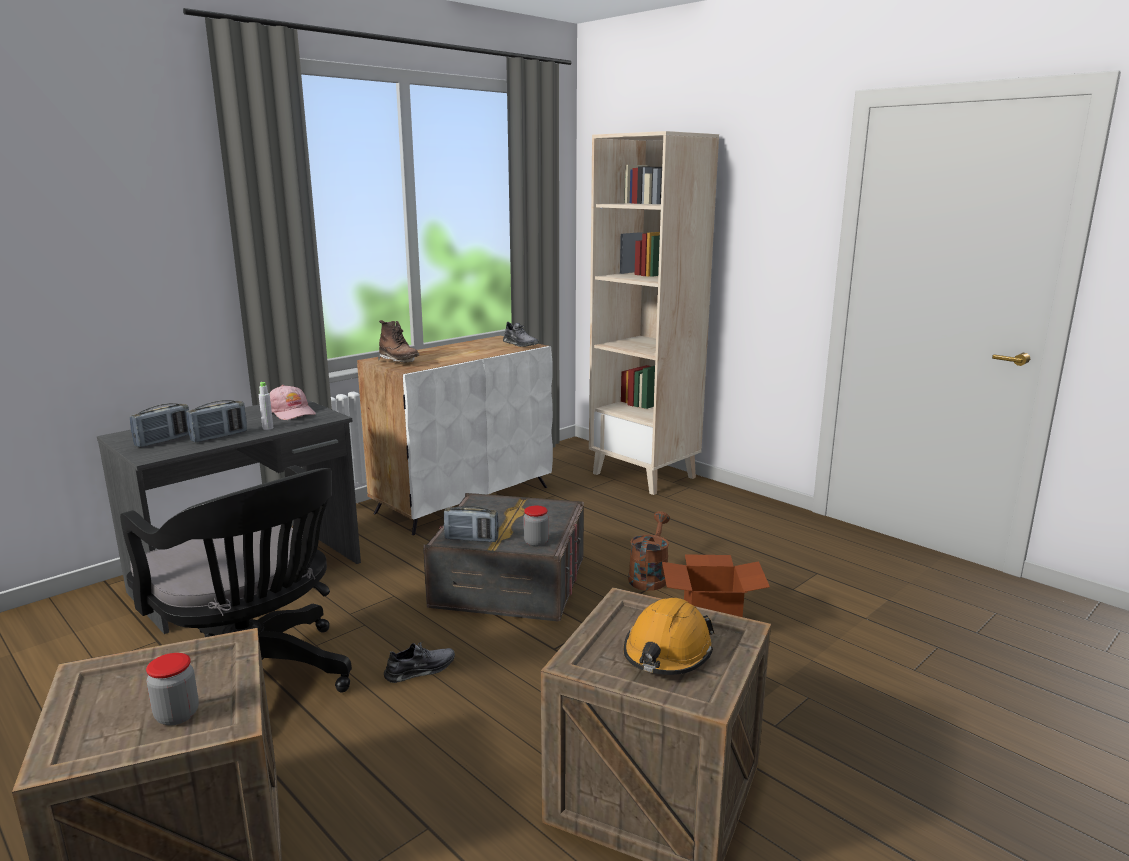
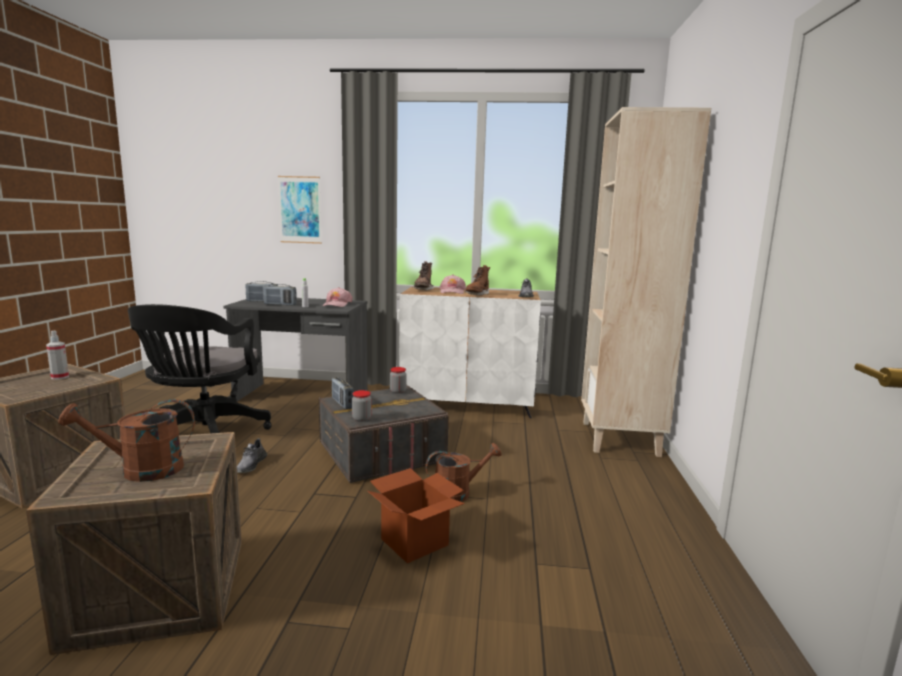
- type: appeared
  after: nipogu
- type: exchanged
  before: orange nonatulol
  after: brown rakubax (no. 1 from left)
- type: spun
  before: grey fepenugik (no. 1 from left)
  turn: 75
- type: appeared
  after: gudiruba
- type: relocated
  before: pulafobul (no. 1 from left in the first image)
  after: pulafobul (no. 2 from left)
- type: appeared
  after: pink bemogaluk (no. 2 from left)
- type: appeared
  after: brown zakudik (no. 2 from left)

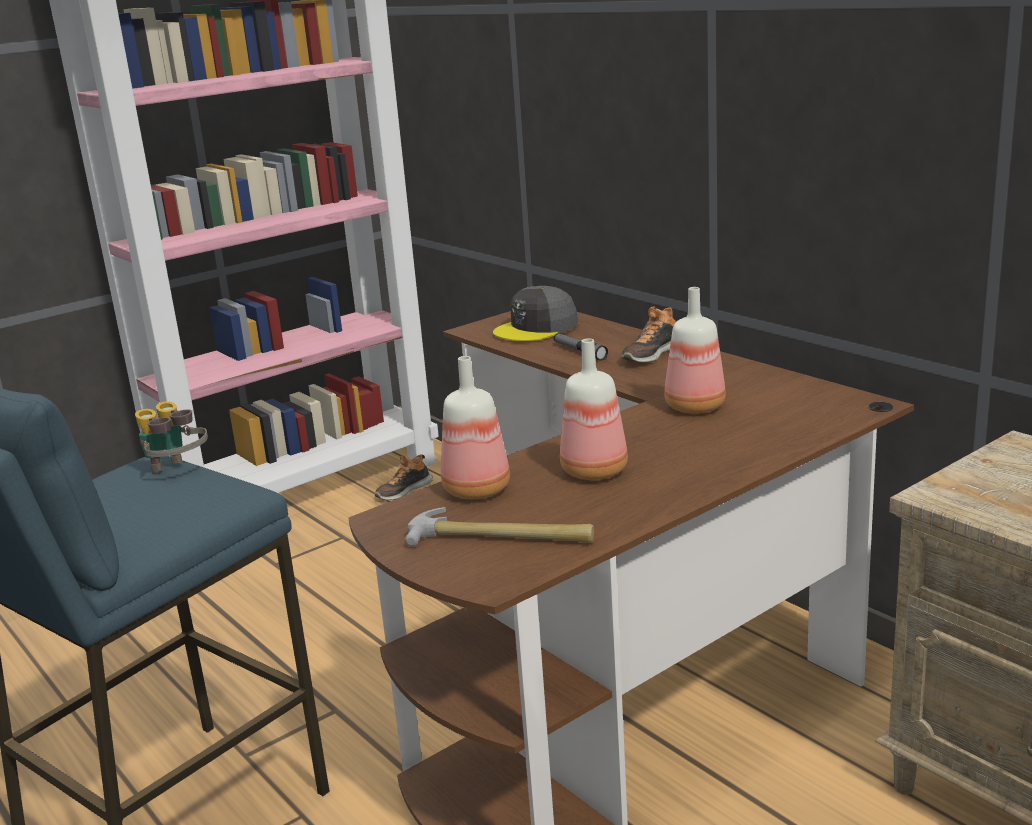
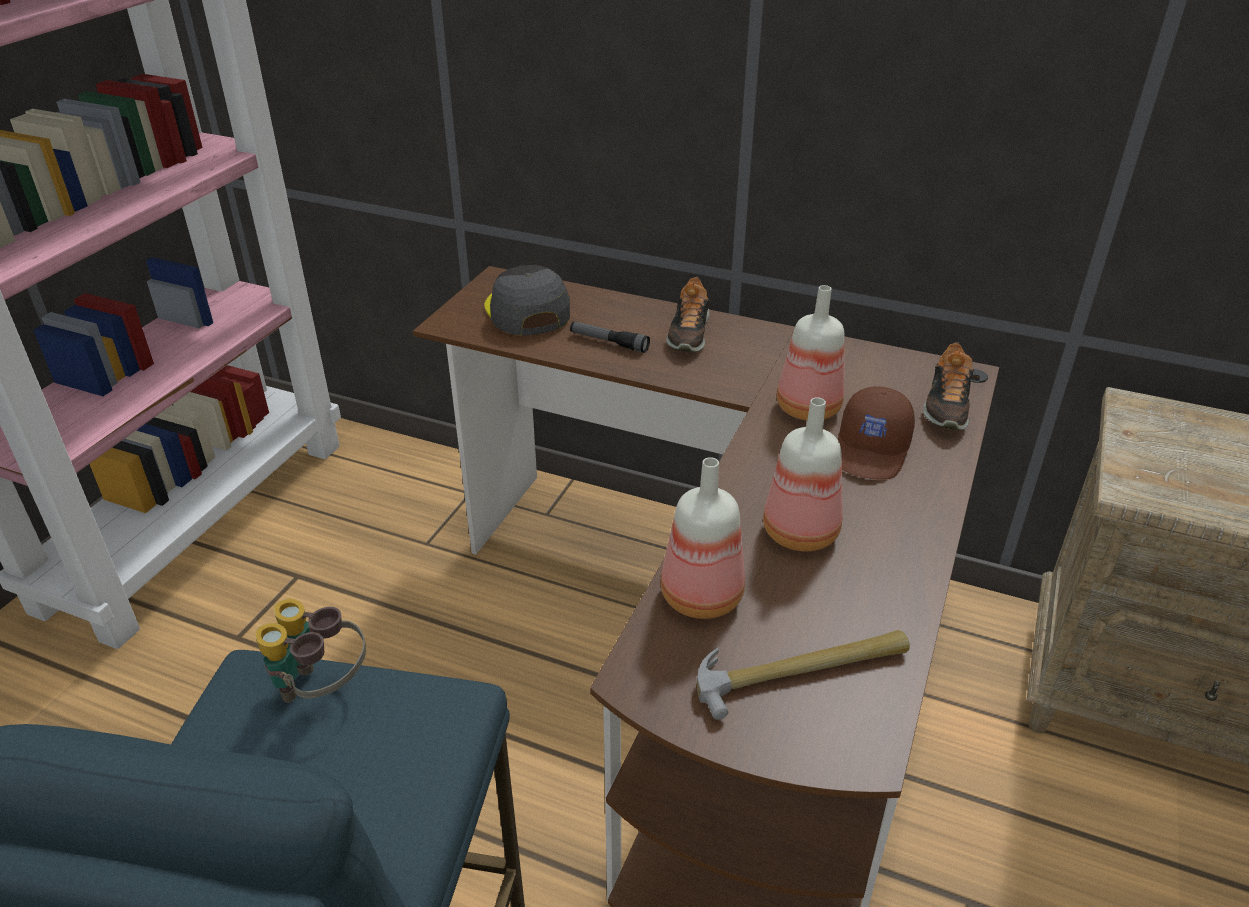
- type: spun
  before: grey bemogaluk
  turn: 135
- type: appeared
  after: brown bemogaluk
- type: relocated
  before: fepenugik (no. 1 from left in the first image)
  after: fepenugik (no. 2 from left)

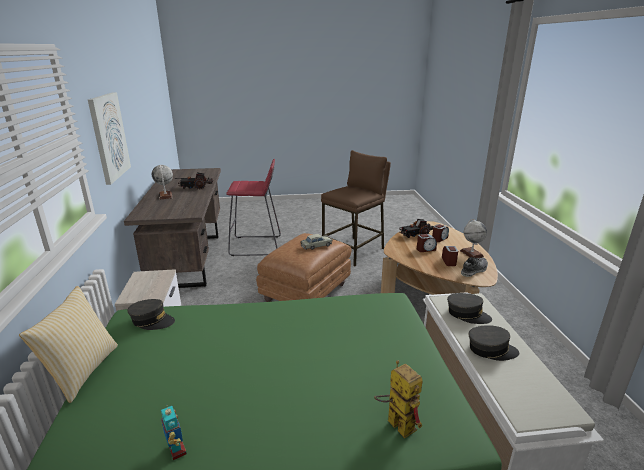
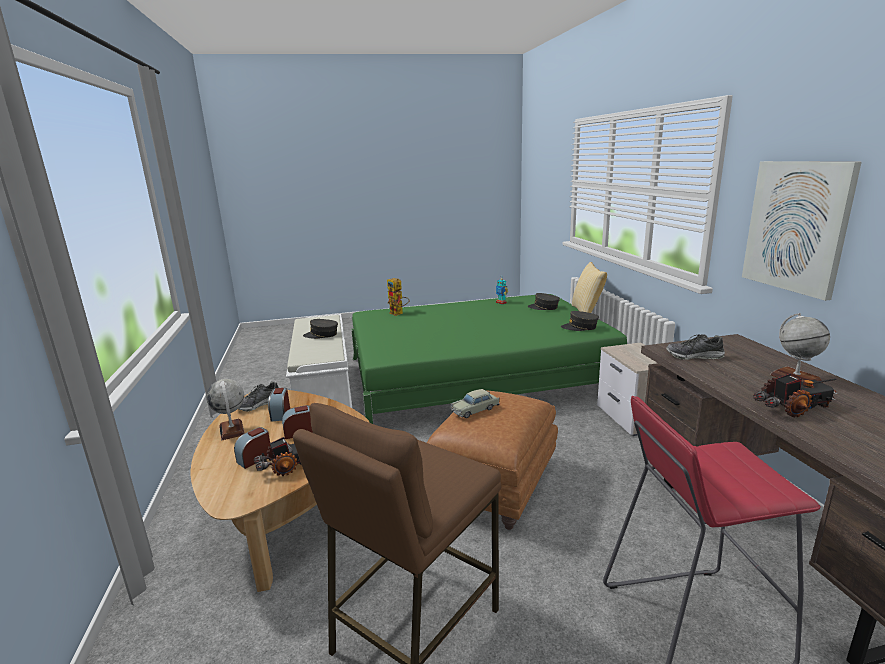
- type: relocated
  before: grey bemogaluk (no. 2 from left)
- type: appeared
  after: fepenugik (no. 2 from left)

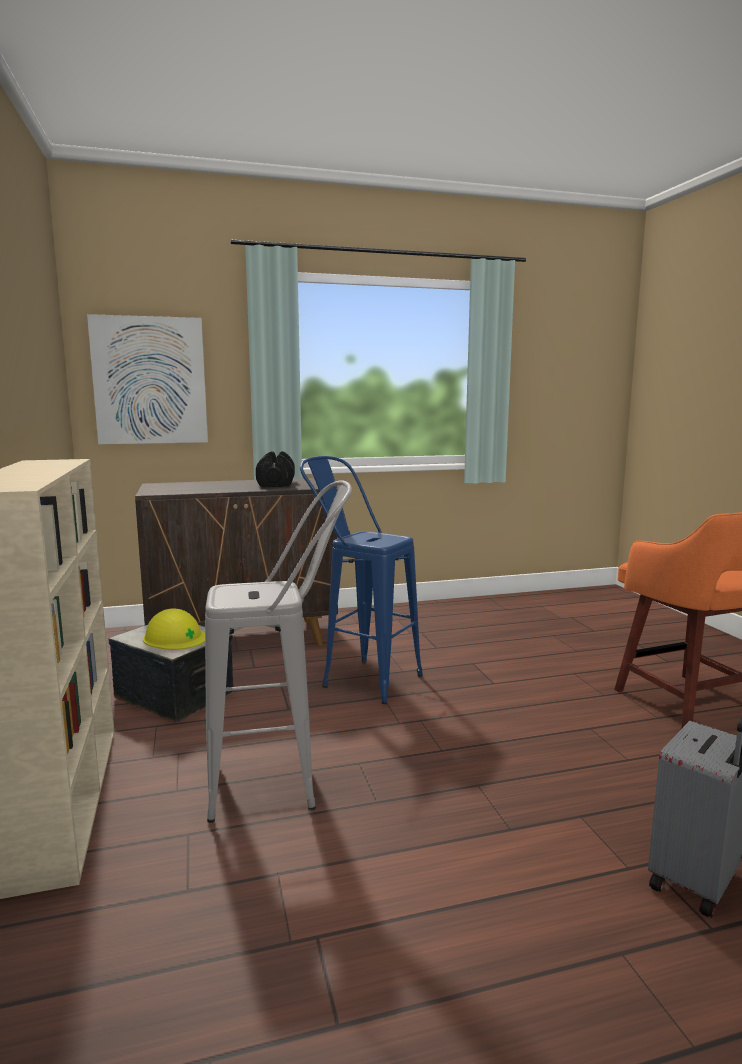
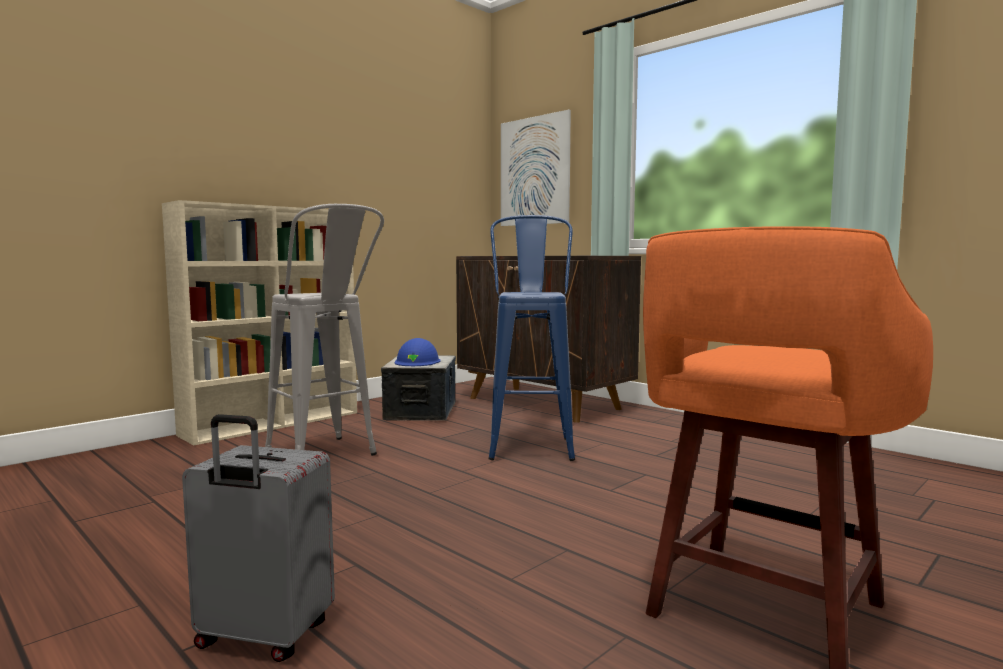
- type: colour
  before: yellow nonatulol
  after: blue nonatulol
- type: missing
  before: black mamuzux

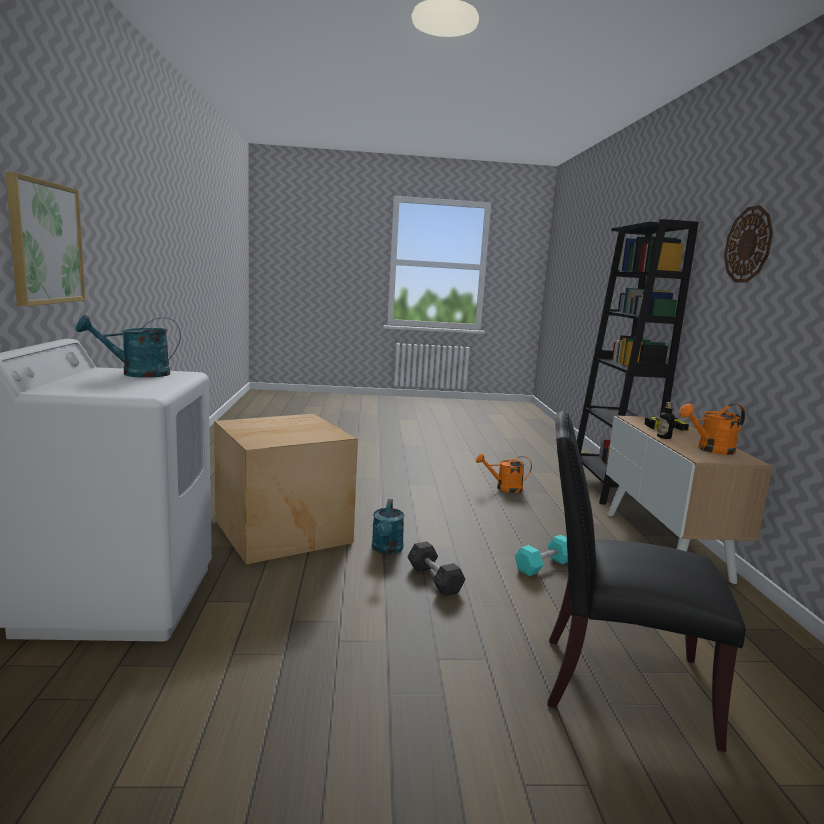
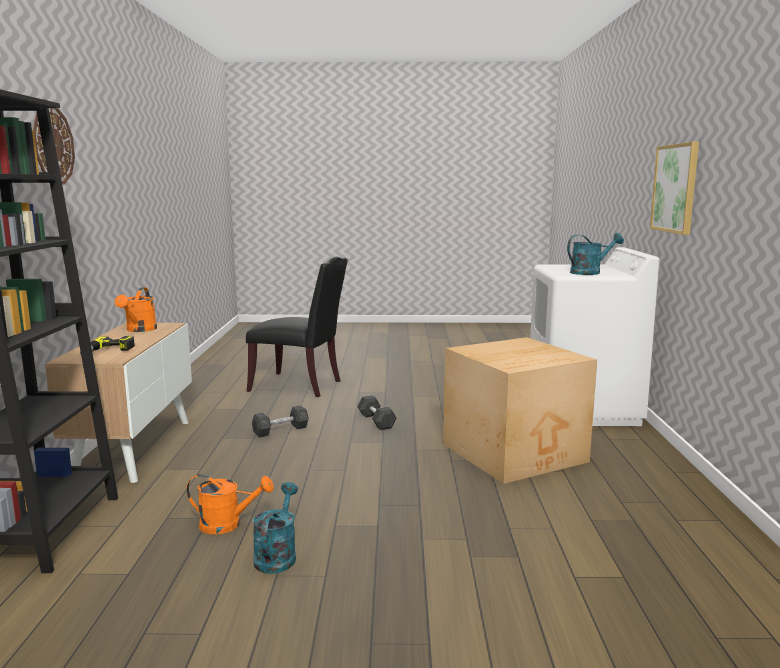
- type: spun
  before: orange rakubax (no. 2 from left in the first image)
  turn: 105
- type: colour
  before: turquoise mamuzux
  after: grey mamuzux (no. 1 from left)
- type: relocated
  before: turquoise rakubax (no. 2 from left in the first image)
  after: turquoise rakubax (no. 1 from left)
- type: missing
  before: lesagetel

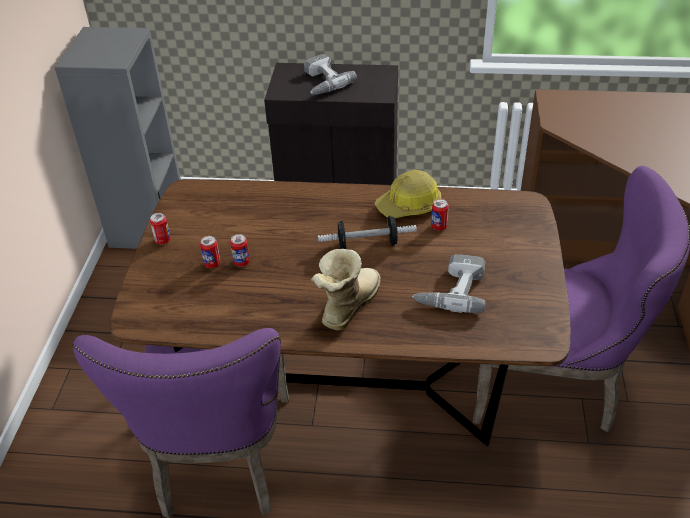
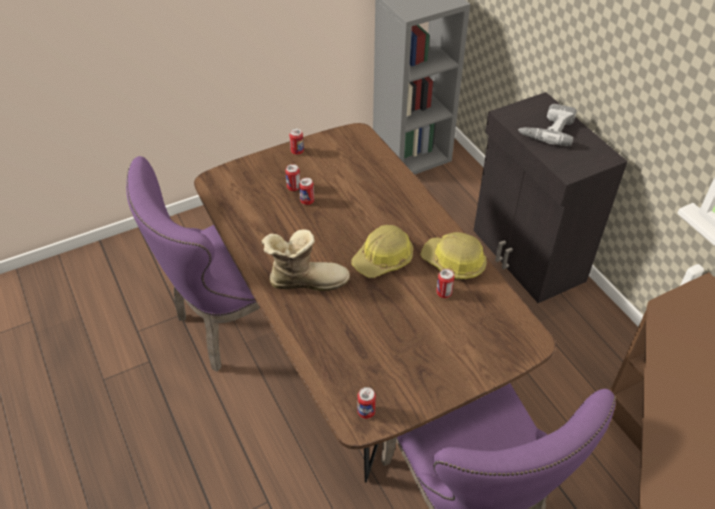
- type: exchanged
  before: mamuzux
  after: nonatulol (no. 1 from left)
- type: appeared
  after: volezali (no. 4 from left)
- type: missing
  before: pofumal (no. 2 from left)

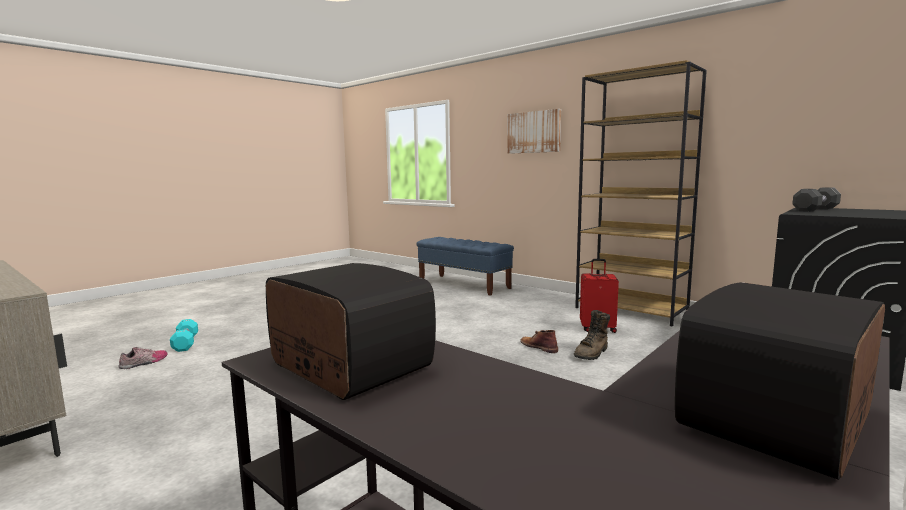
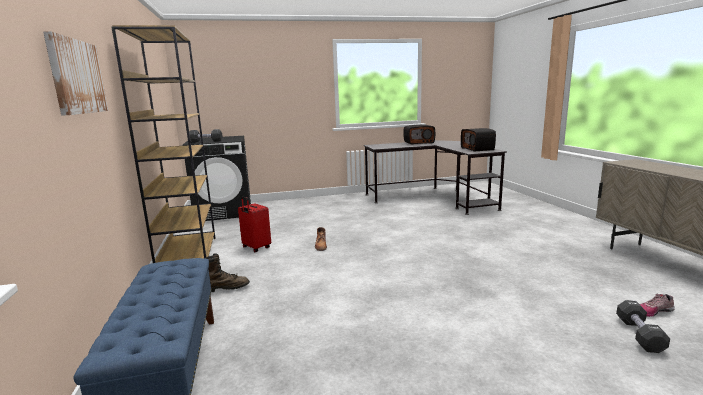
- type: relocated
  before: brown zakudik (no. 2 from left in the first image)
  after: brown zakudik (no. 1 from left)
- type: colour
  before: turquoise mamuzux
  after: black mamuzux (no. 2 from left)

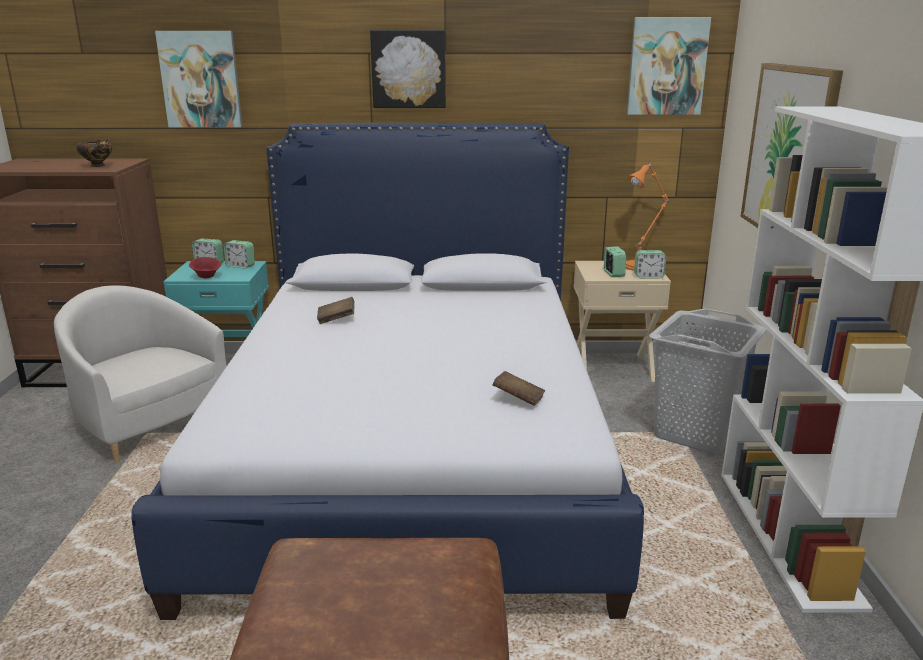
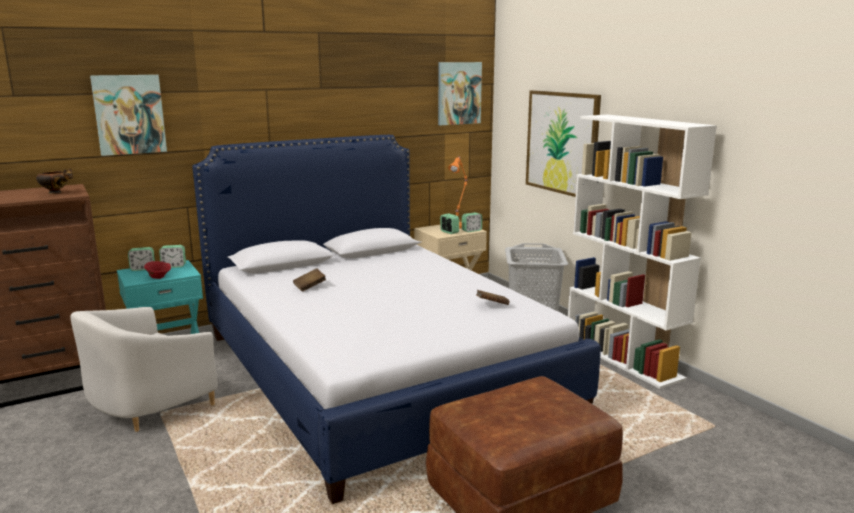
- type: spun
  before: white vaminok
  turn: -60
- type: missing
  before: gudiruba (no. 2 from left)

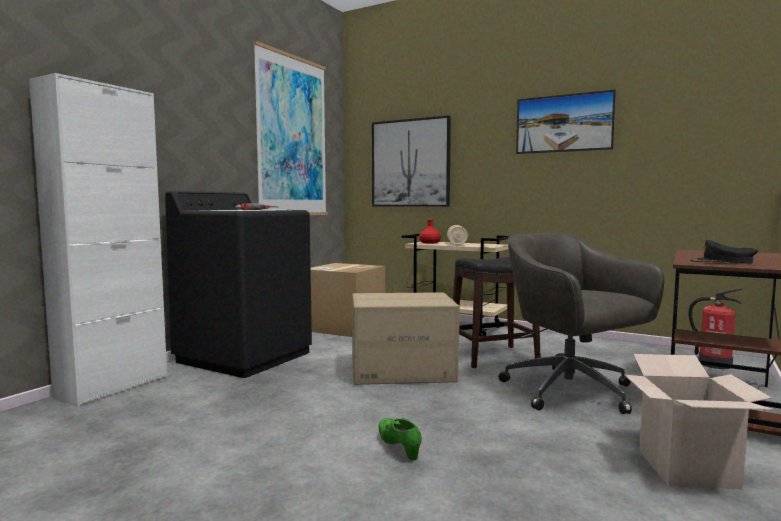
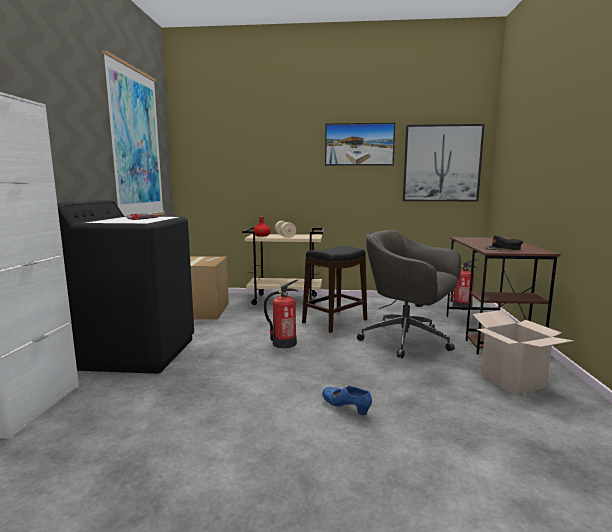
- type: exchanged
  before: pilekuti (no. 2 from left)
  after: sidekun (no. 1 from left)
- type: colour
  before: green fepenugik
  after: blue fepenugik
- type: relocated
  before: gudiruba (no. 2 from left in the first image)
  after: gudiruba (no. 3 from left)

